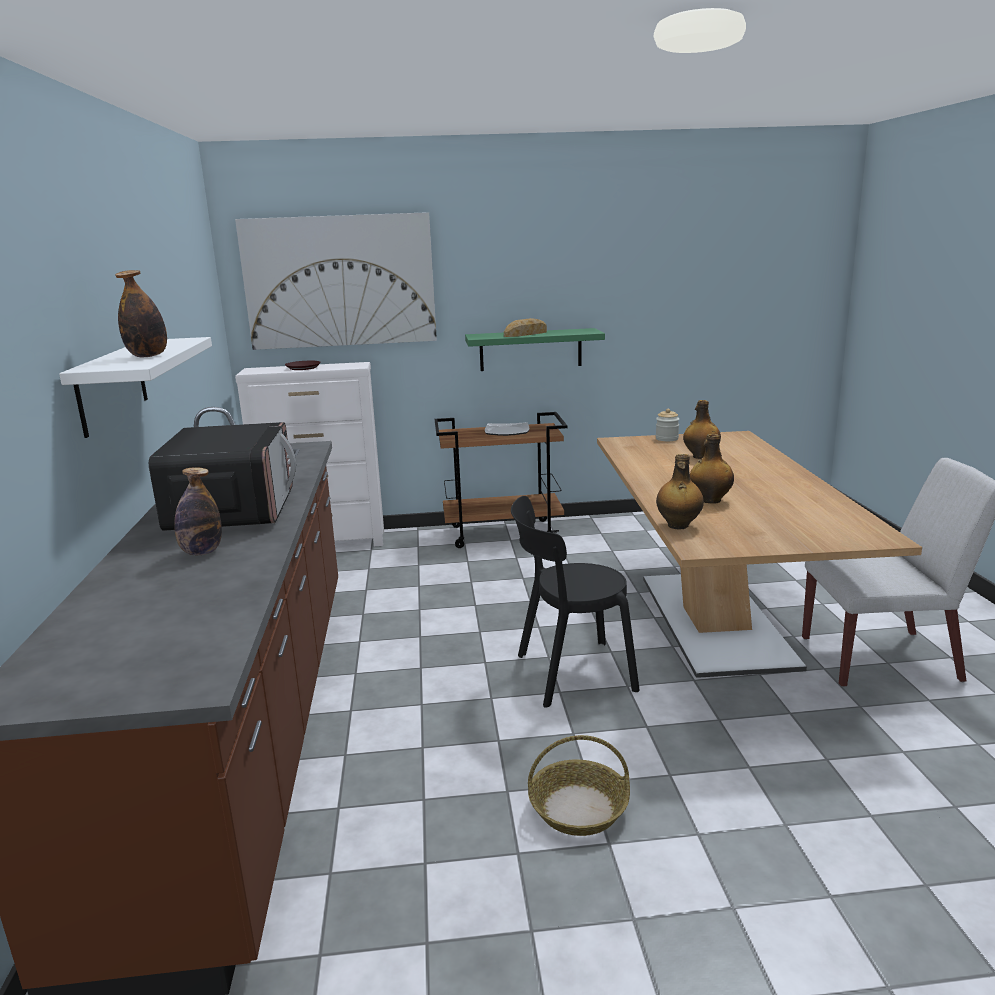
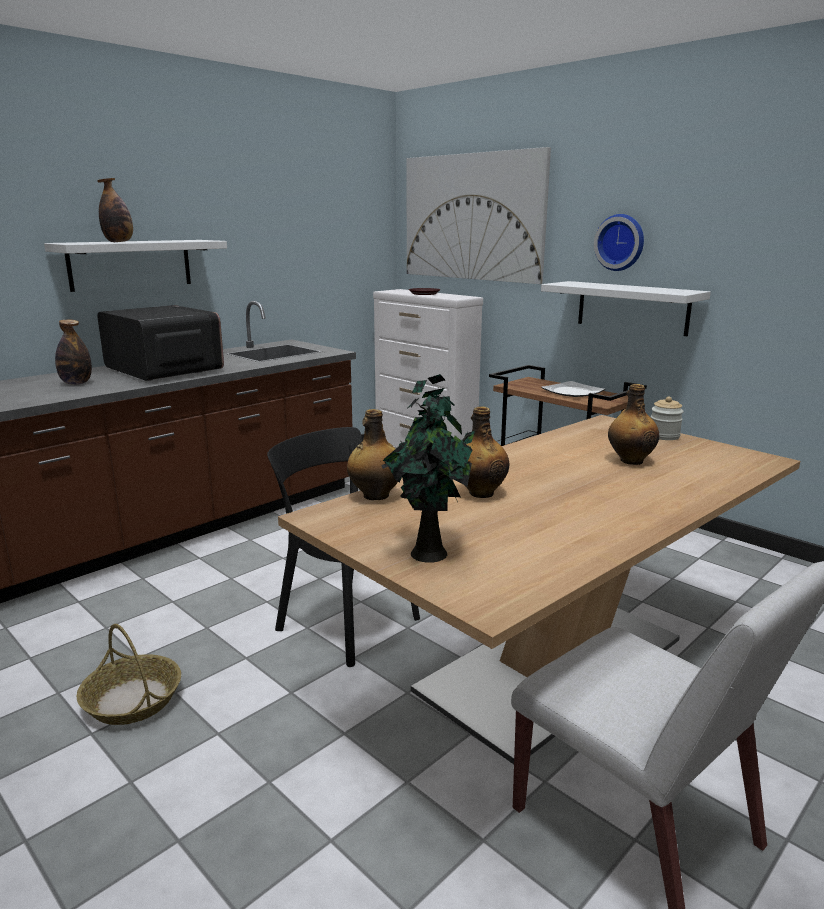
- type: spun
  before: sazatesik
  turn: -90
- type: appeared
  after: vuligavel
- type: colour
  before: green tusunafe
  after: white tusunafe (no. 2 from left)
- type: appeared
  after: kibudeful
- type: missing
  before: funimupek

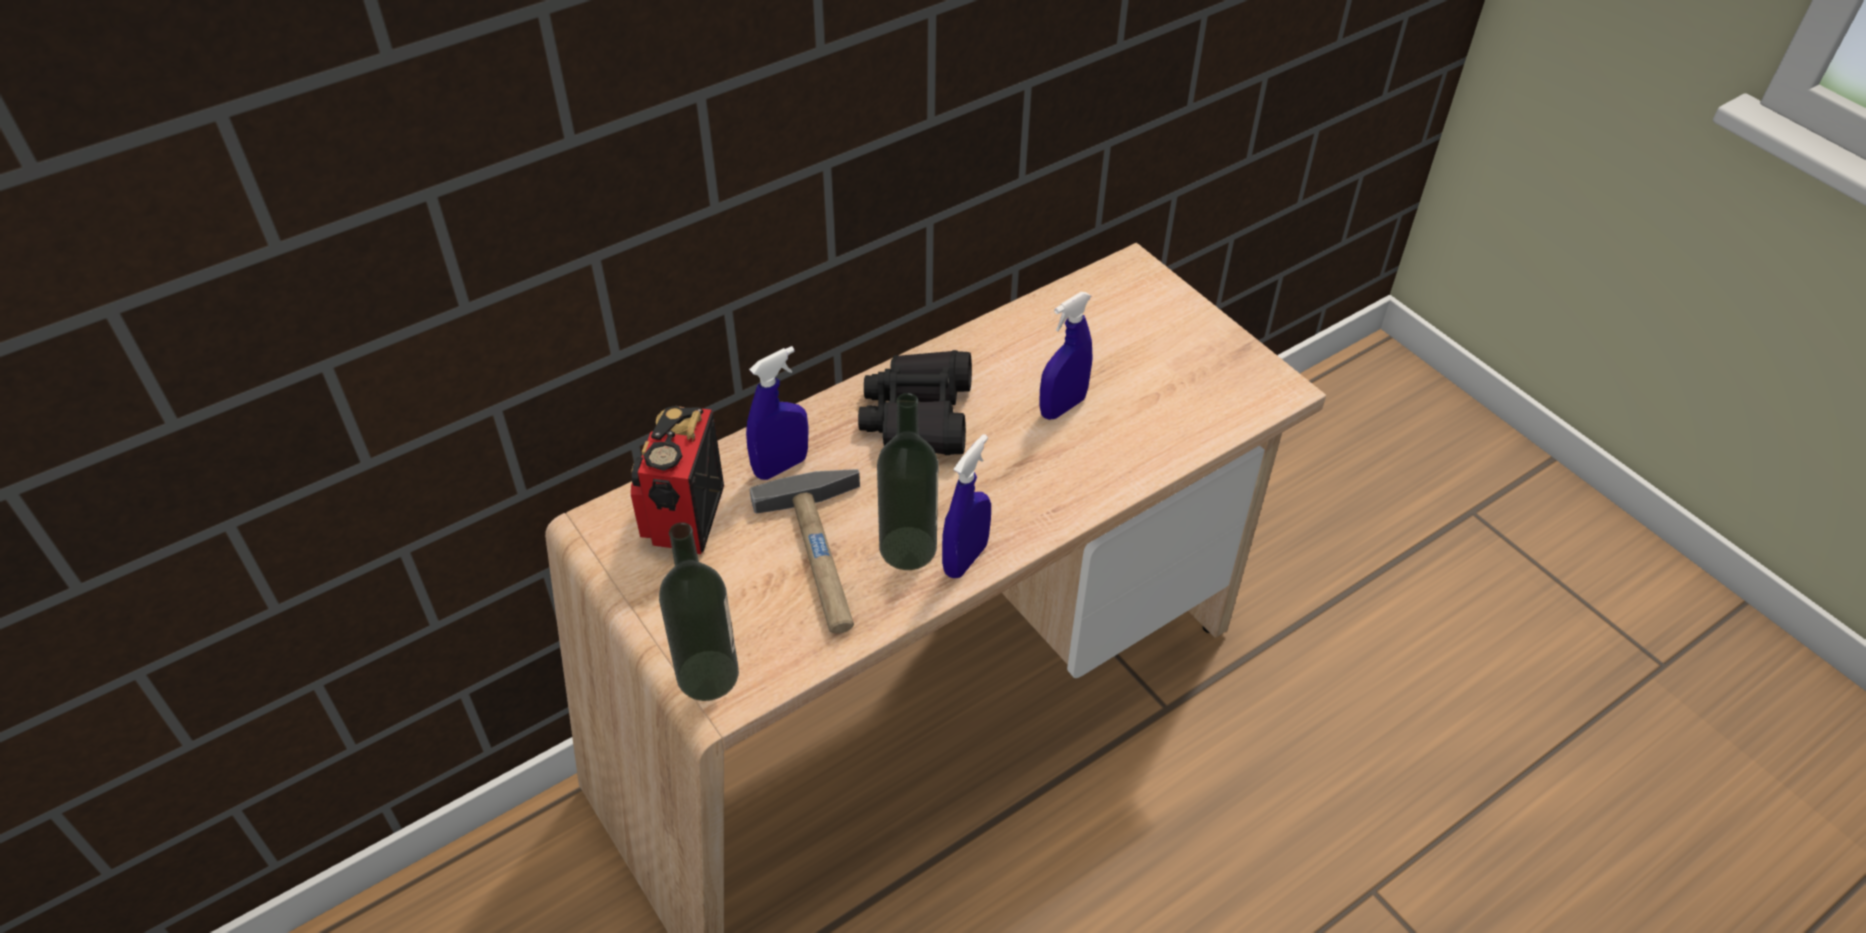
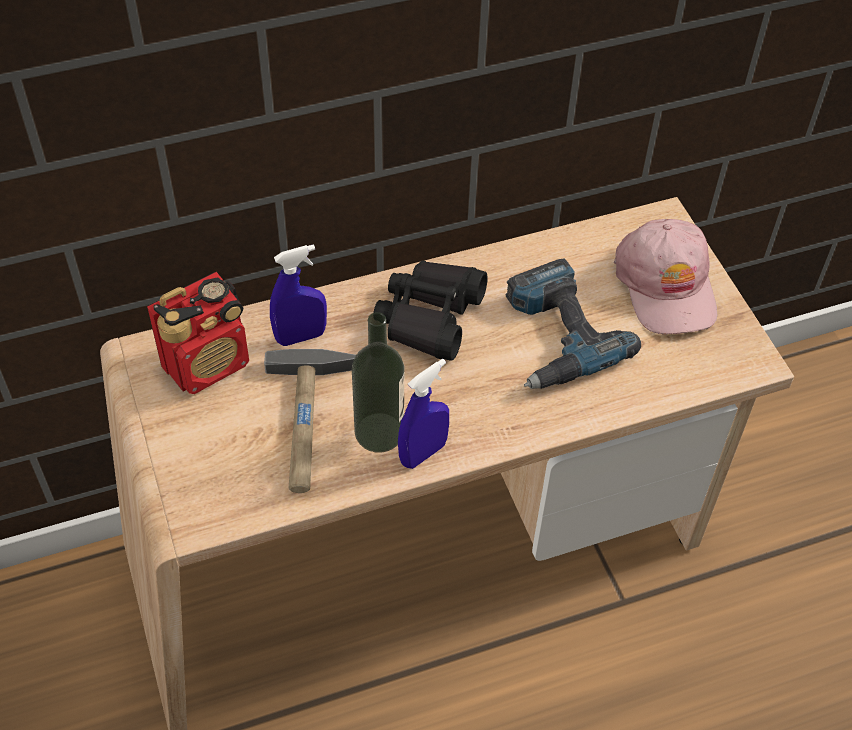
- type: spun
  before: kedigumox
  turn: -150
- type: exchanged
  before: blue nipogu (no. 3 from left)
  after: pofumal
- type: appeared
  after: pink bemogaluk
- type: missing
  before: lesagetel (no. 1 from left)

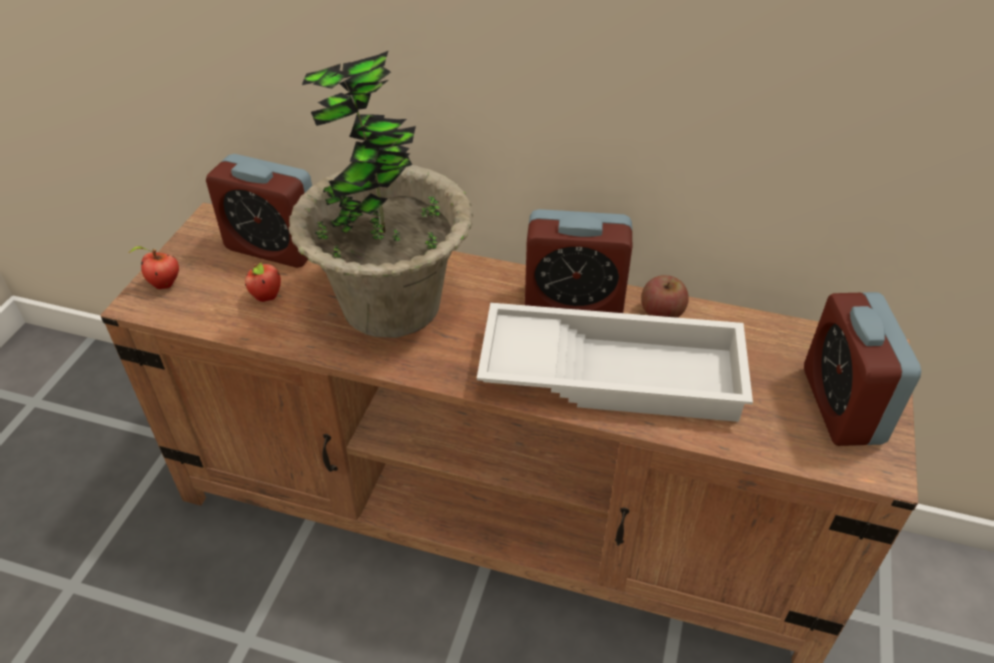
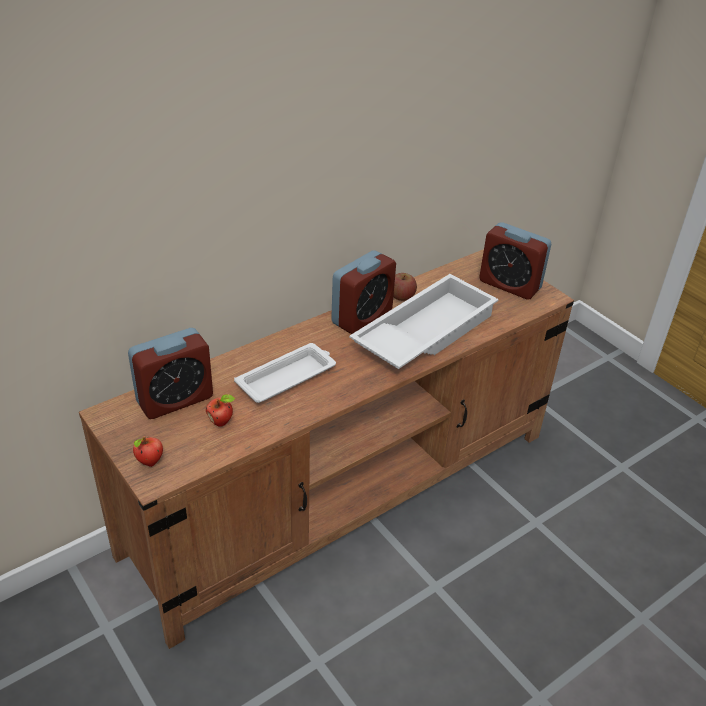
- type: exchanged
  before: vuligavel
  after: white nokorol (no. 1 from left)

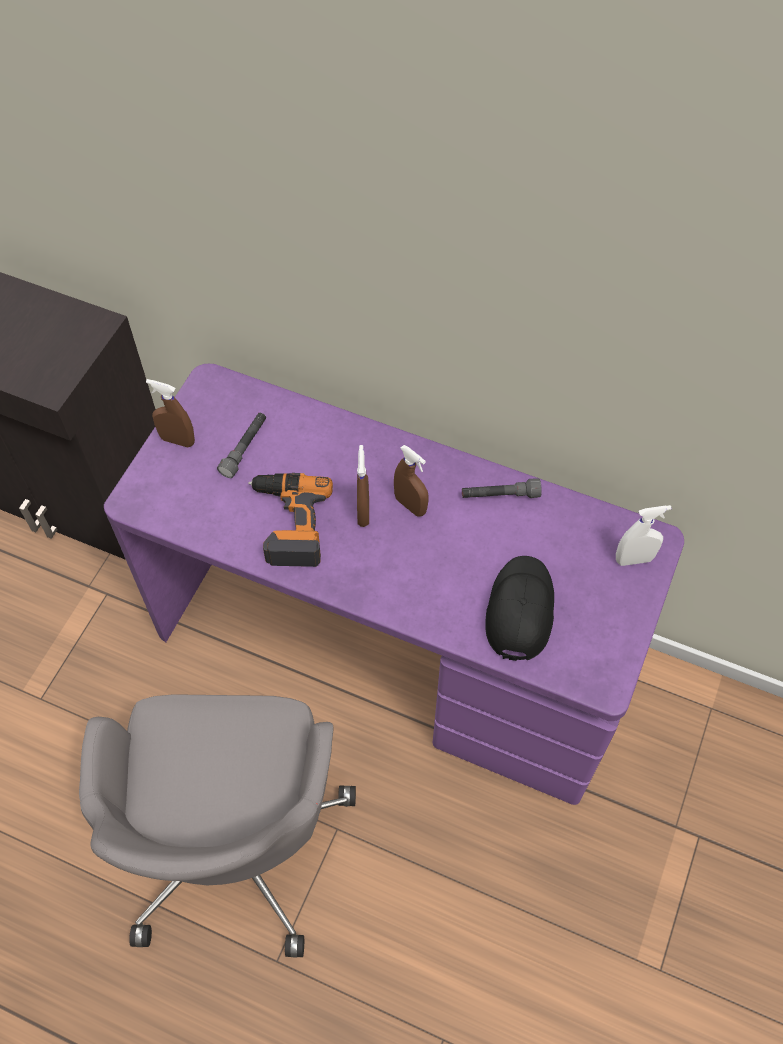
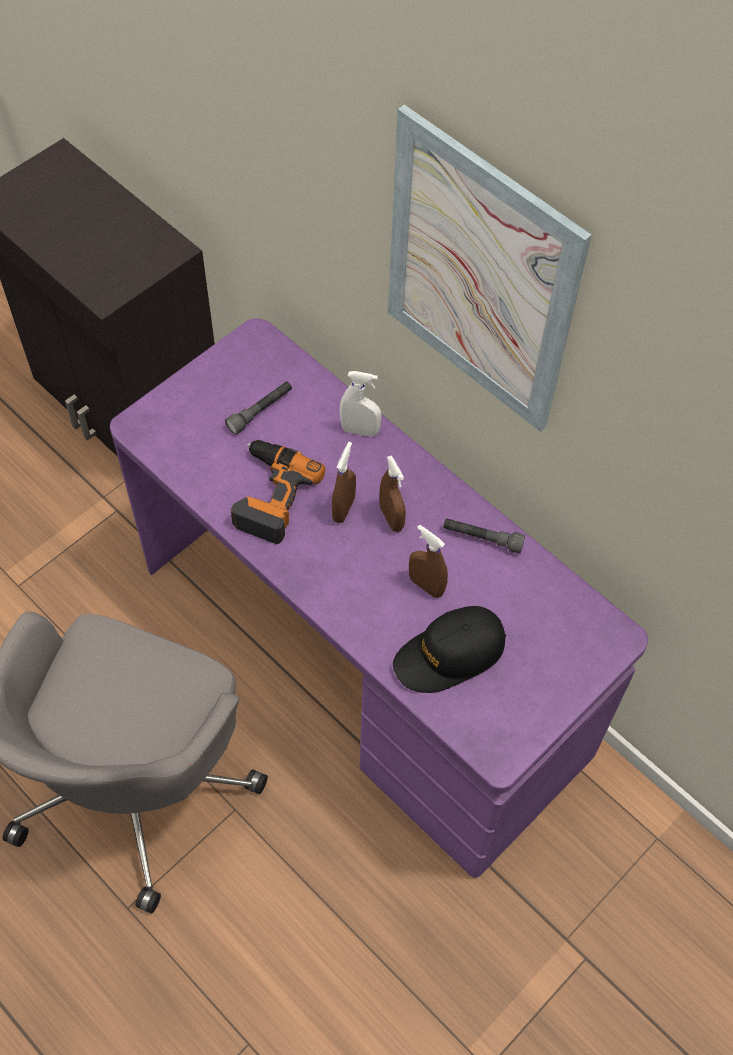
- type: relocated
  before: white nipogu
- type: appeared
  after: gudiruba
- type: spun
  before: black bemogaluk
  turn: -150
- type: relocated
  before: brown nipogu (no. 1 from left in the first image)
  after: brown nipogu (no. 3 from left)

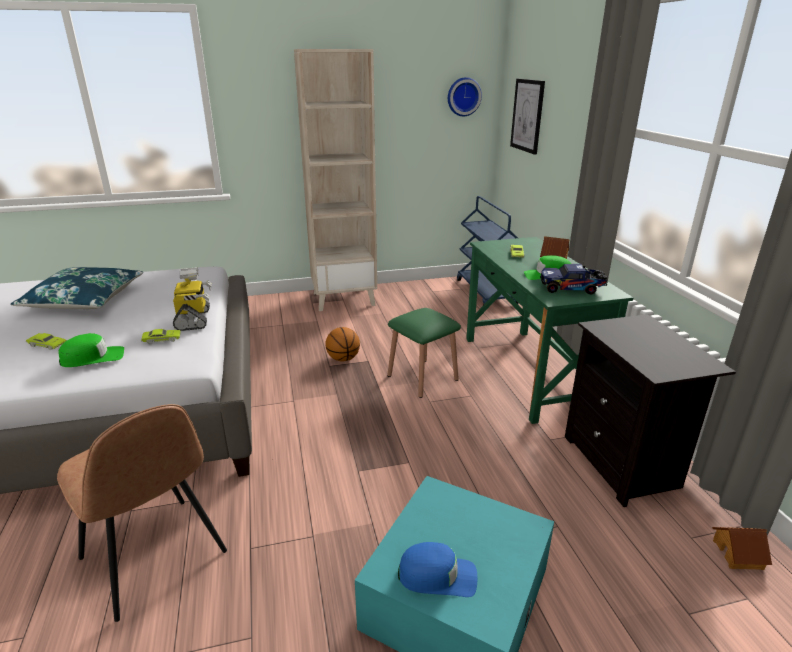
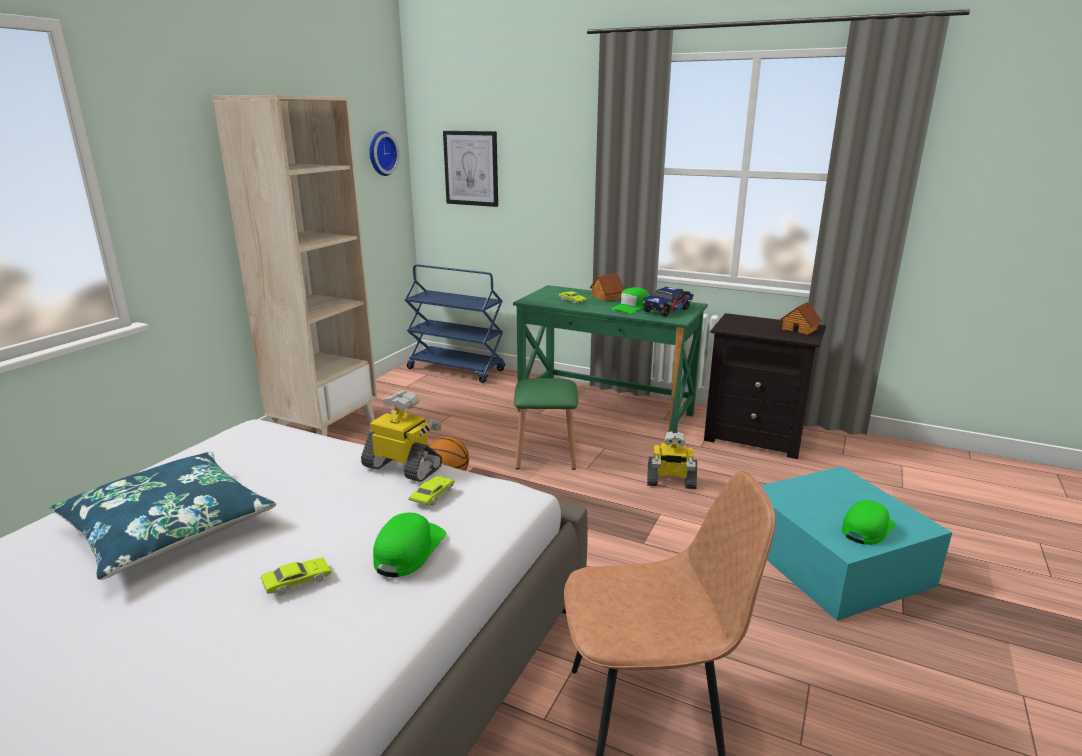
- type: appeared
  after: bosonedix (no. 2 from left)
- type: relocated
  before: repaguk (no. 2 from left)
- type: colour
  before: blue bemogaluk
  after: green bemogaluk (no. 3 from left)

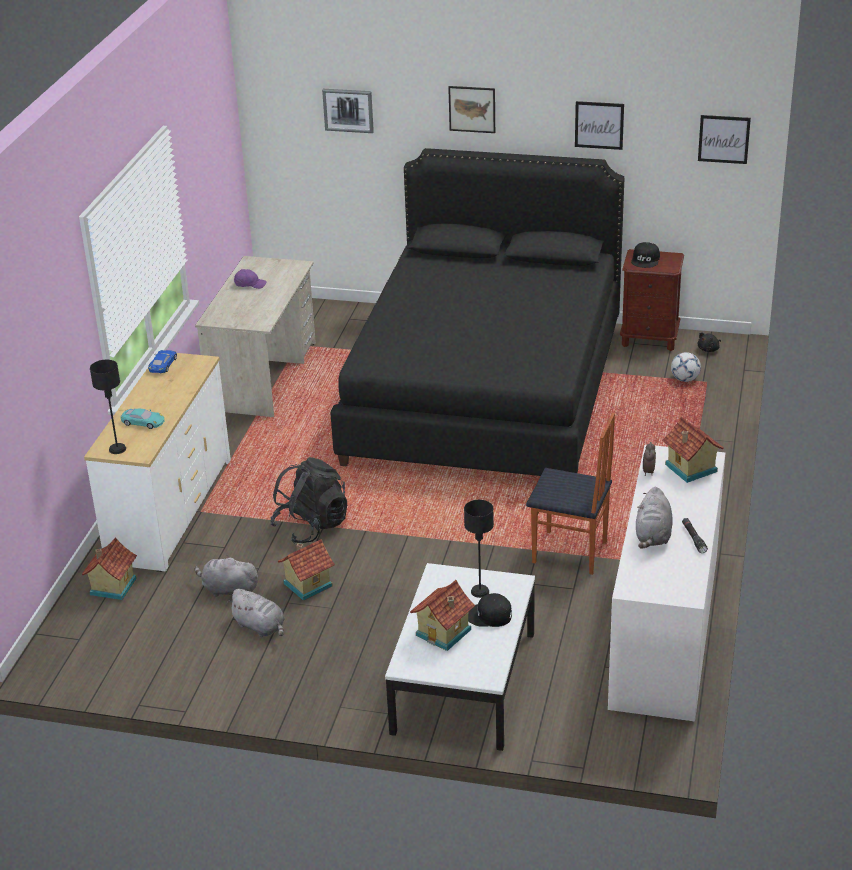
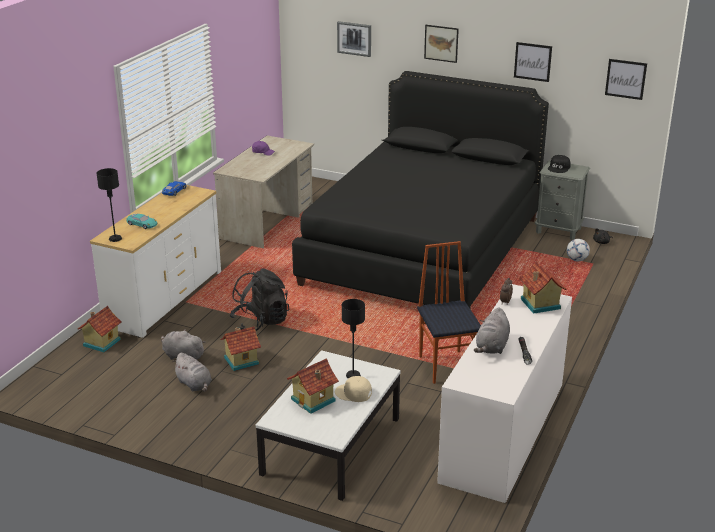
- type: colour
  before: black bemogaluk (no. 1 from left)
  after: beige bemogaluk
- type: spun
  before: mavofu
  turn: -135
- type: colour
  before: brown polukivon
  after: grey polukivon

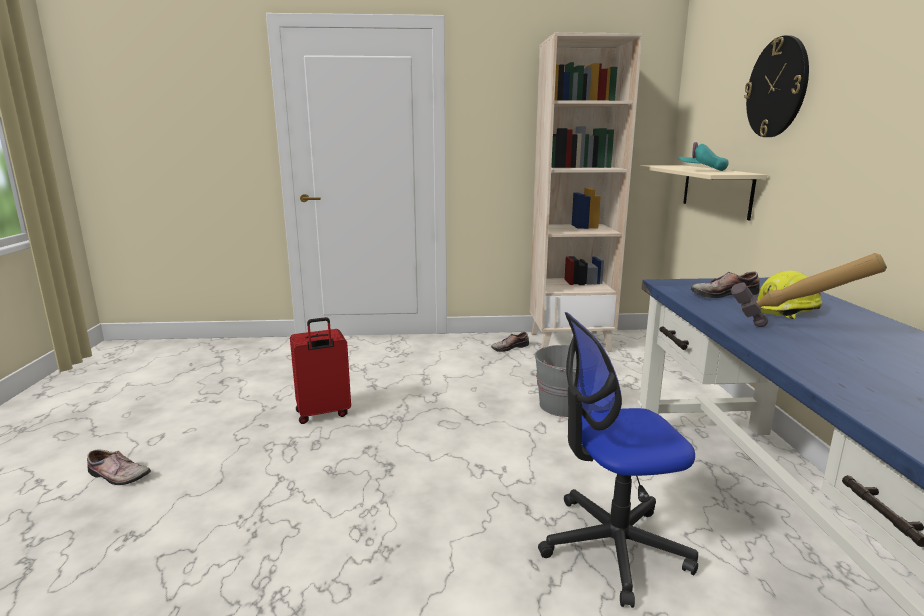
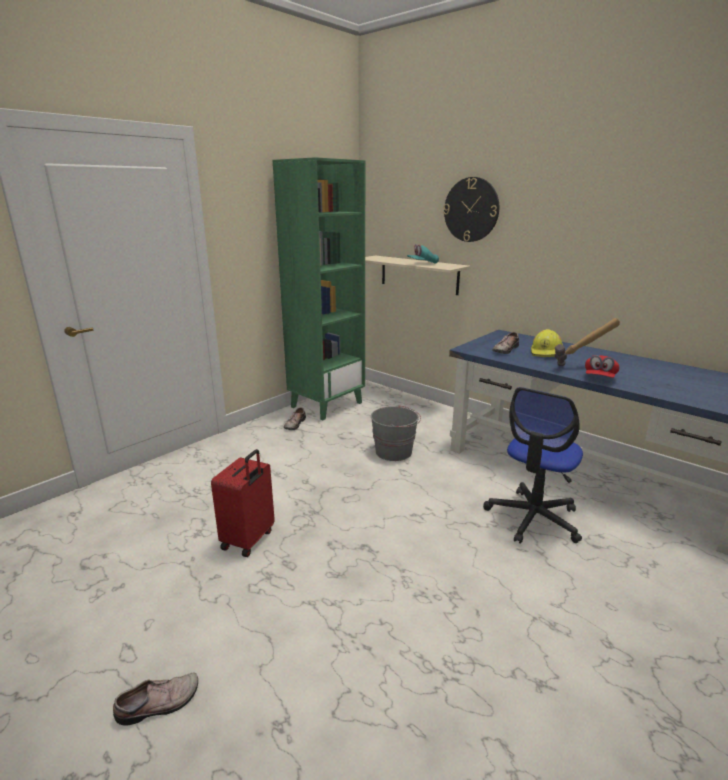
- type: colour
  before: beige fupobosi
  after: green fupobosi
- type: appeared
  after: red bemogaluk

